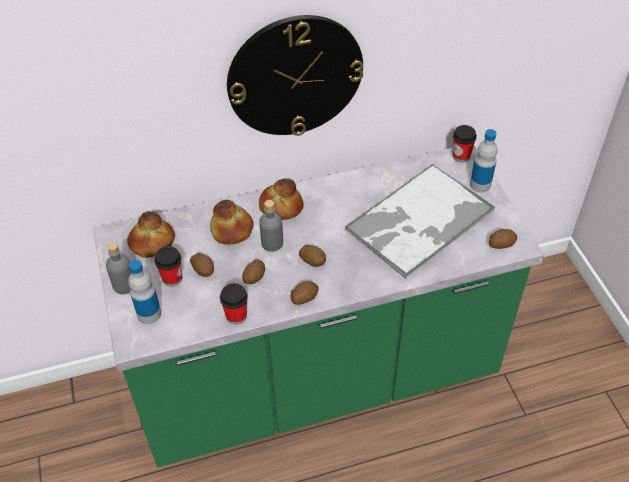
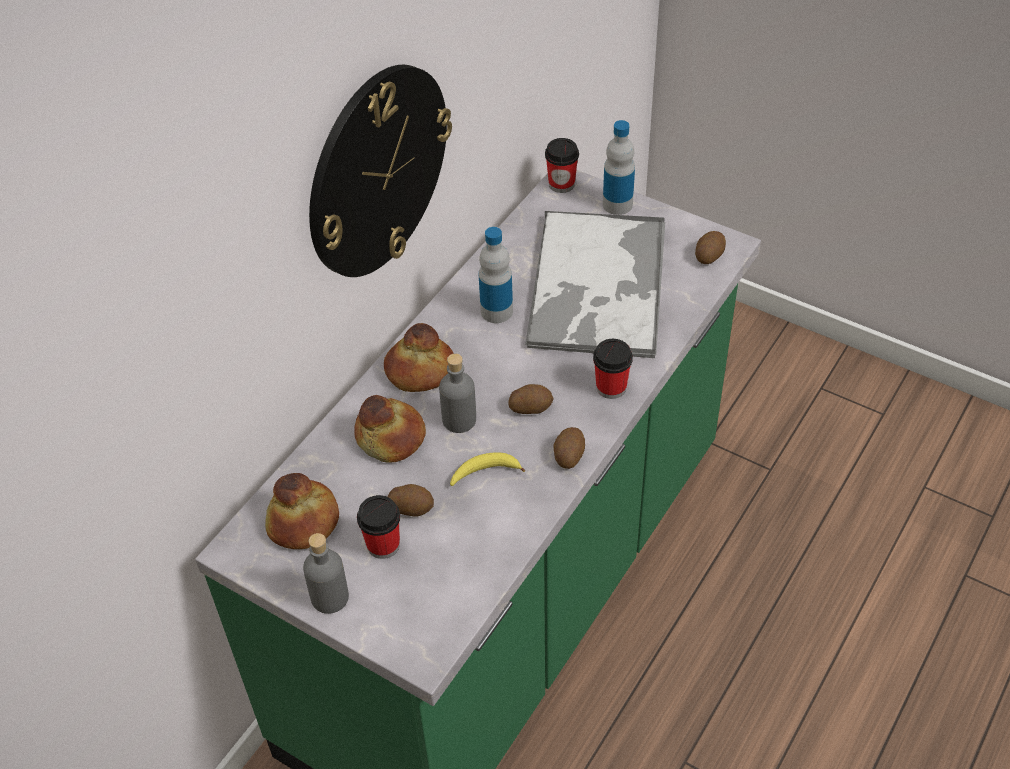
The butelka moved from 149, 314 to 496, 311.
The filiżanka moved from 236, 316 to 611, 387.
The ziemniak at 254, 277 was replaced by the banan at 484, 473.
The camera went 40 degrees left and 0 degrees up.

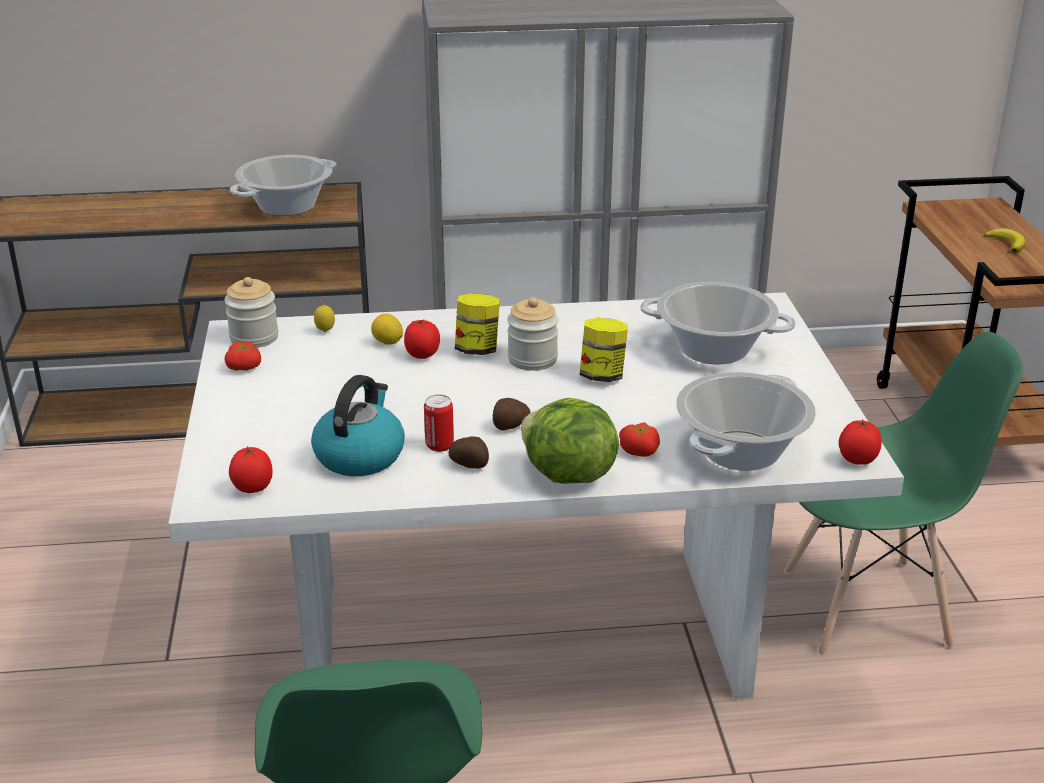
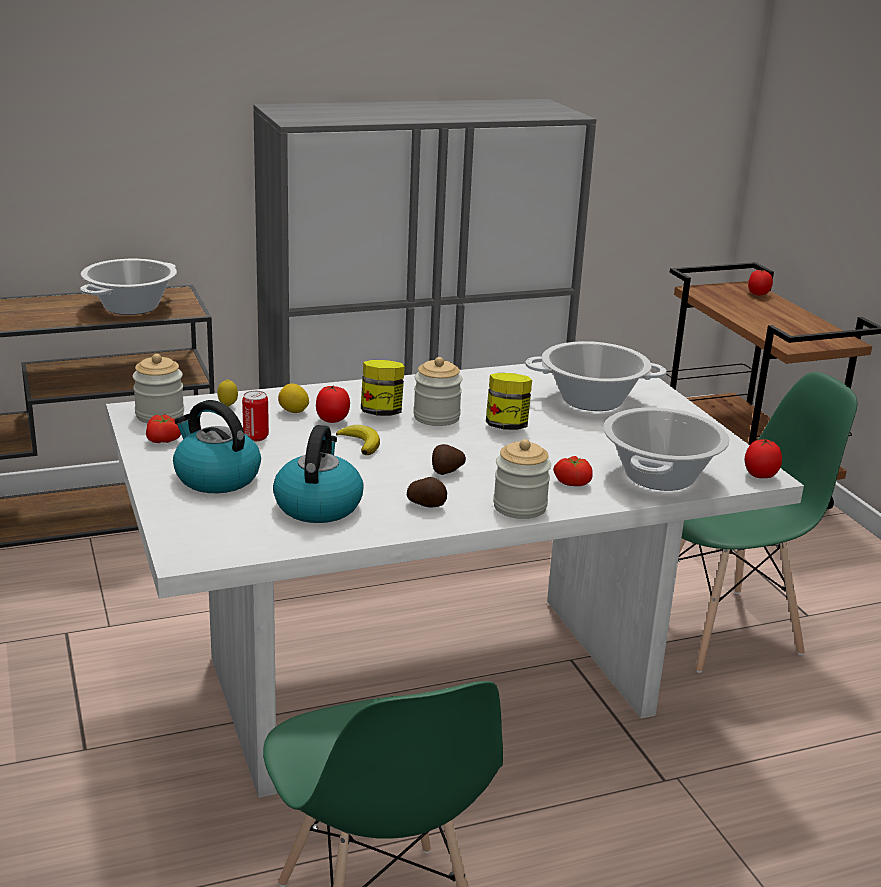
The czajnik at 216, 477 appeared.
The pomidor moved from 252, 489 to 758, 294.
The puszka moved from 439, 445 to 256, 437.
The banan moved from 1007, 243 to 361, 443.
The sałata at 567, 476 was replaced by the słoik at 520, 507.
The camera went 15 degrees left and 5 degrees down.

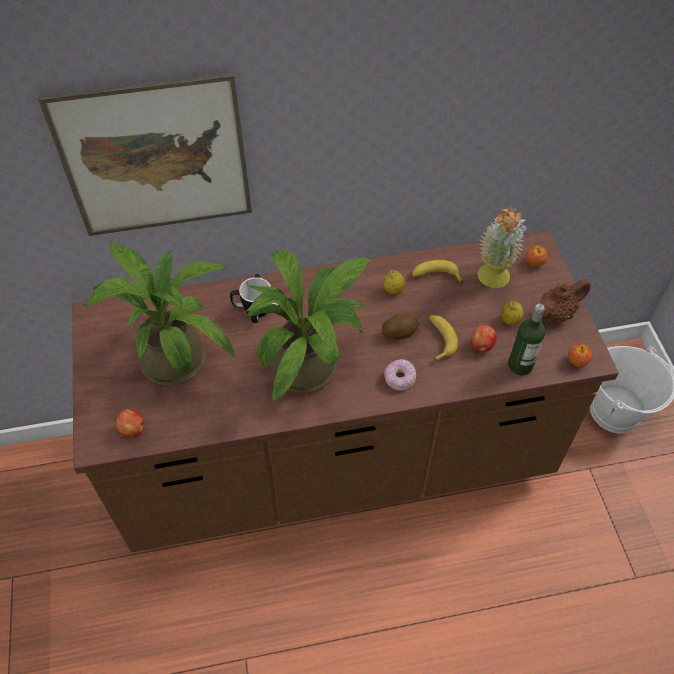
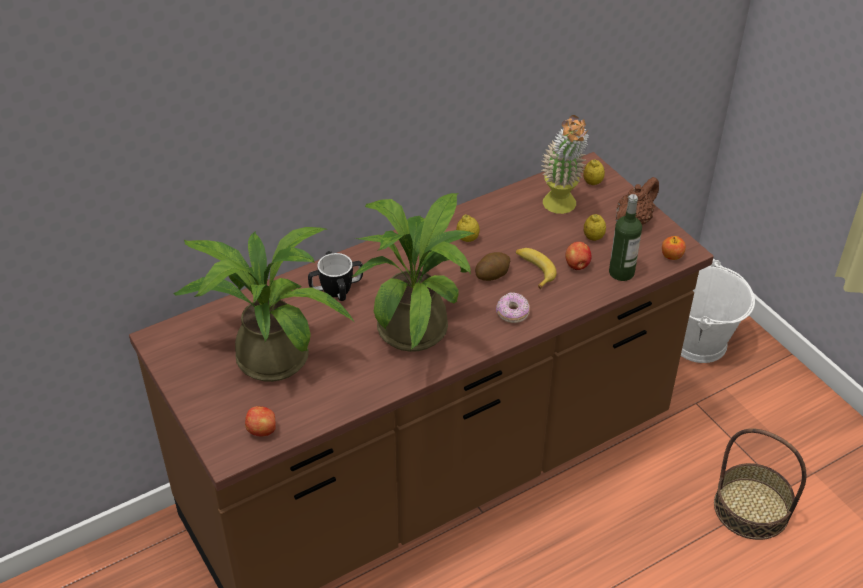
The obraz at 155, 158 disappeared.
The banan at 435, 276 disappeared.
The koszyk at 751, 508 appeared.
The jabłko at 534, 263 was replaced by the cytryna at 592, 182.
The camera went 20 degrees left and 10 degrees down.

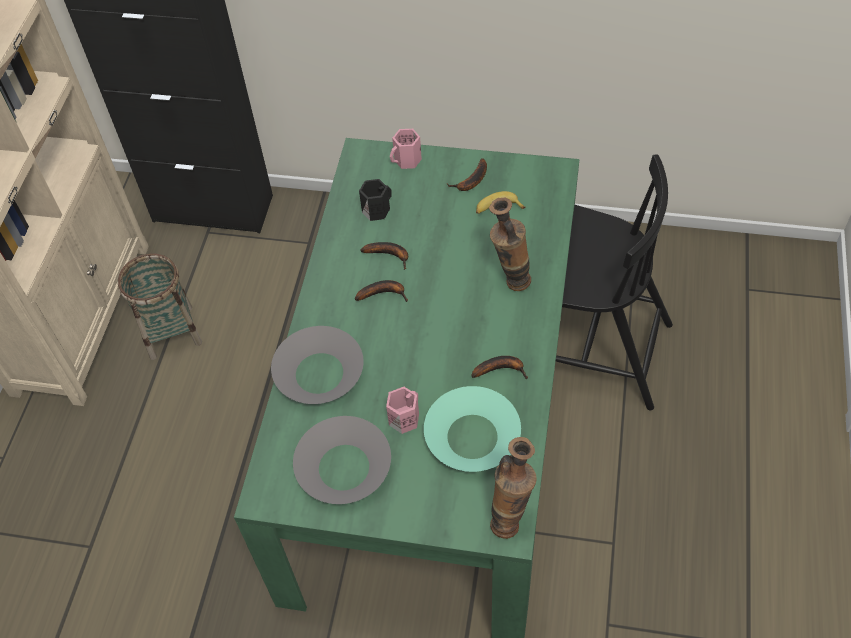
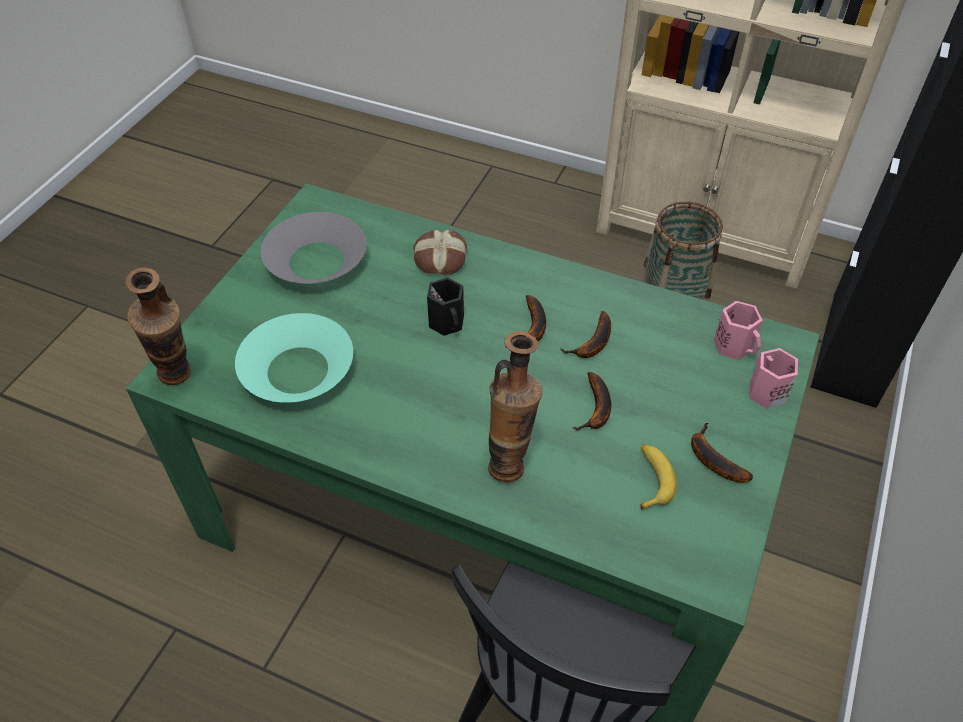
The kubek [czarny] moved from 376, 209 to 448, 322.
The kubek [różowy] moved from 404, 418 to 734, 345.
The banan moved from 501, 369 to 596, 409.
The miska [szary] at 319, 373 was replaced by the chleb at 439, 258.
The camera went 100 degrees right and 5 degrees down.

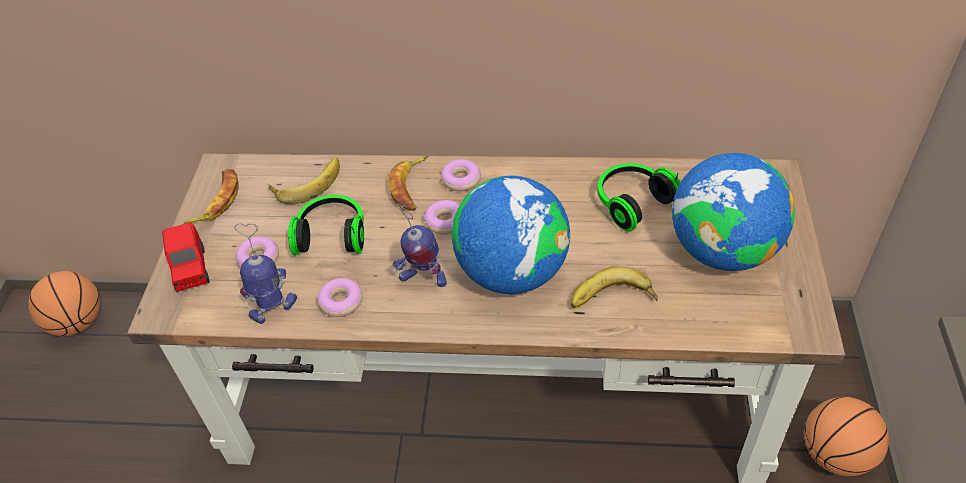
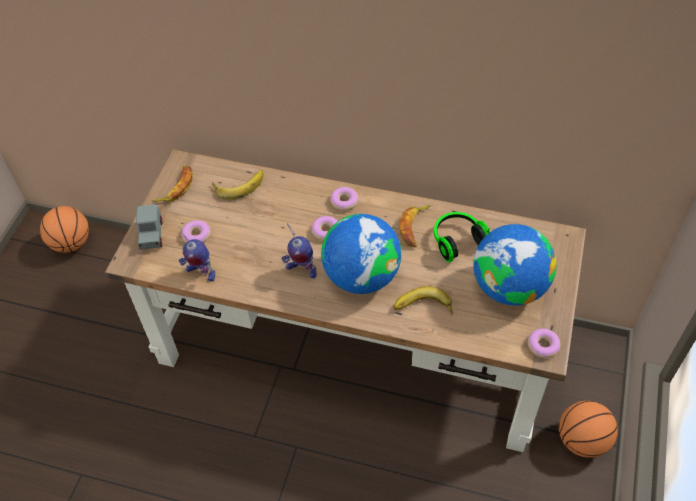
The słuchawki at 332, 235 disappeared.
The donut moved from 341, 302 to 543, 346.
The banan moved from 411, 187 to 414, 228.
The samochodzik [czerwony] at 191, 269 became the samochodzik [szary] at 151, 235.
The robot zabawkowy at 274, 308 turned 135 degrees counterclockwise.
The camera went 10 degrees right and 5 degrees up.

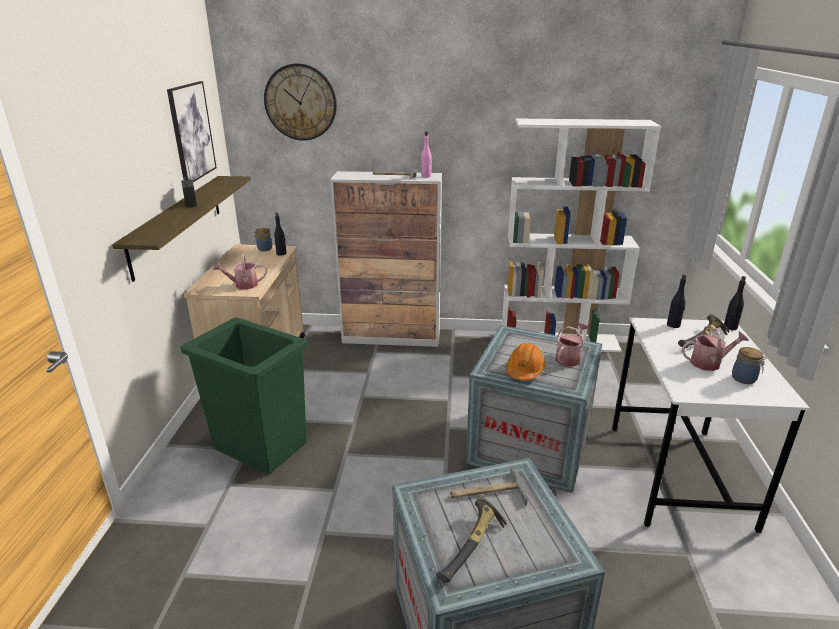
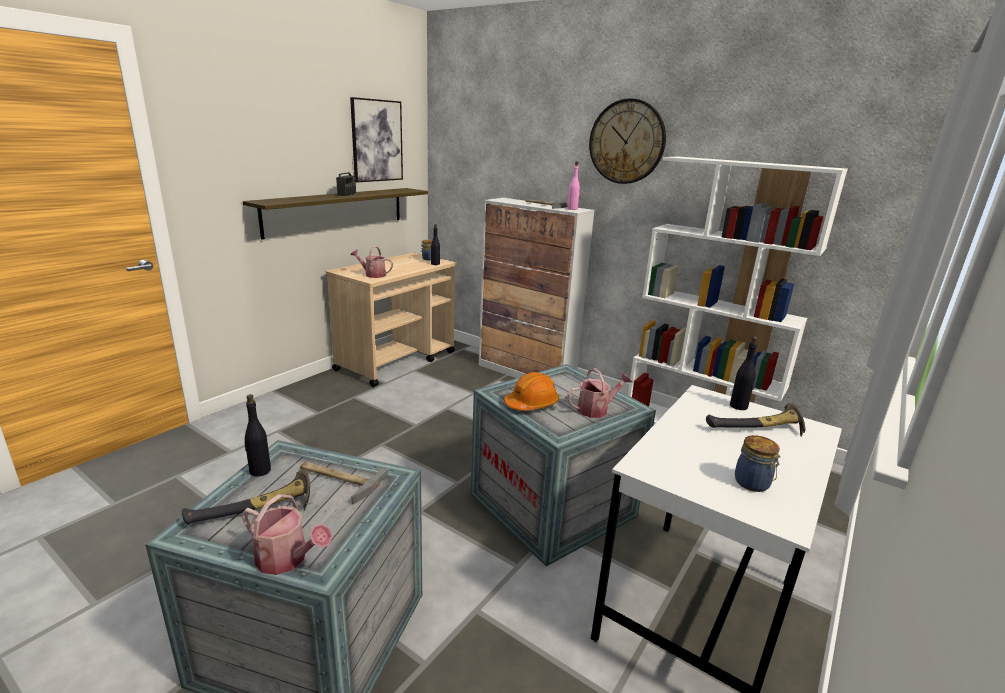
The kosz na śmieci [zielony] at 260, 445 disappeared.
The zegar ścienny moved from 300, 102 to 627, 142.
The konewka moved from 709, 363 to 287, 559.
The butelka [czarny] moved from 730, 327 to 260, 471.
The camera went 30 degrees right and 5 degrees down.

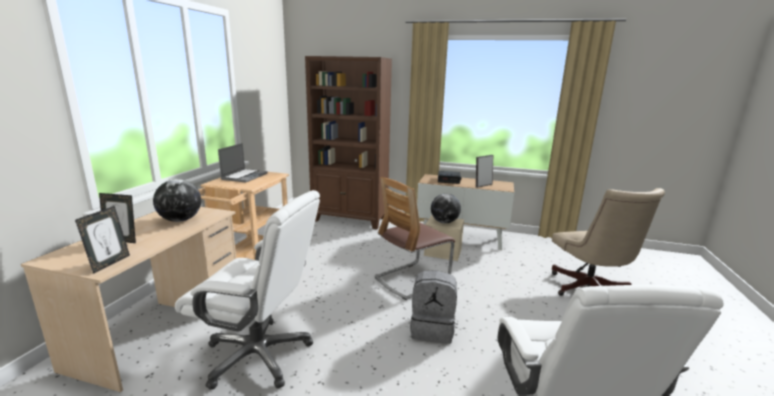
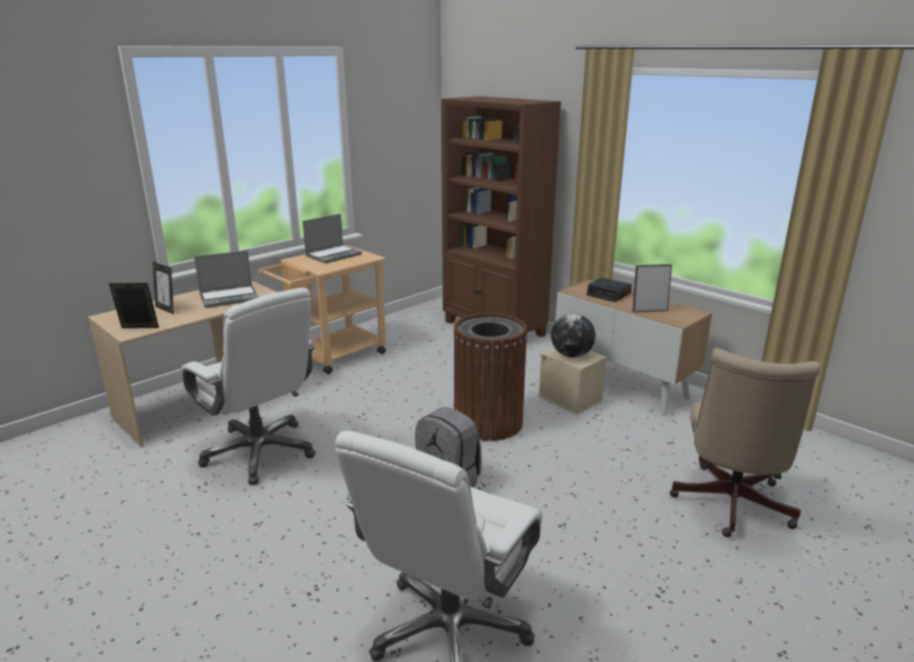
The globus at 180, 220 was replaced by the laptop at 230, 297.
The krzesło at 412, 280 was replaced by the kosz na śmieci [brązowy] at 488, 422.
The ramka na zdjęcie at 109, 263 turned 135 degrees counterclockwise.
The camera went 30 degrees right and 5 degrees up.

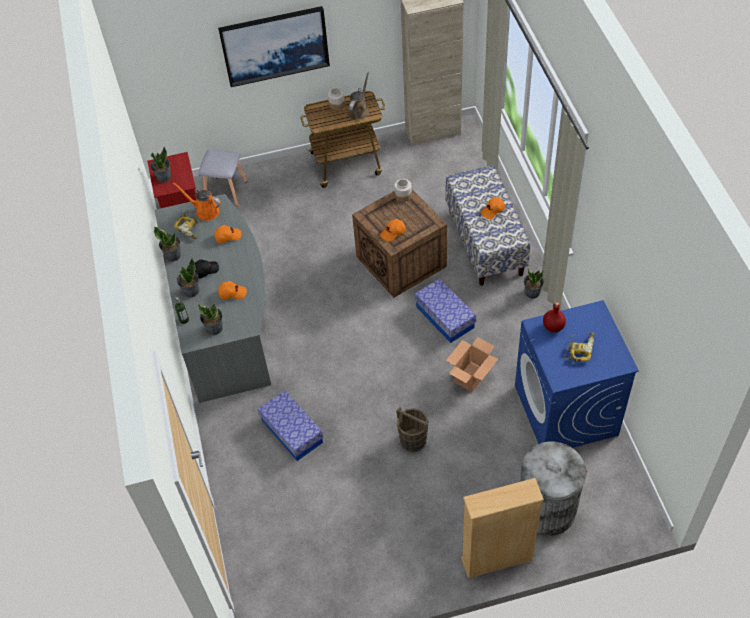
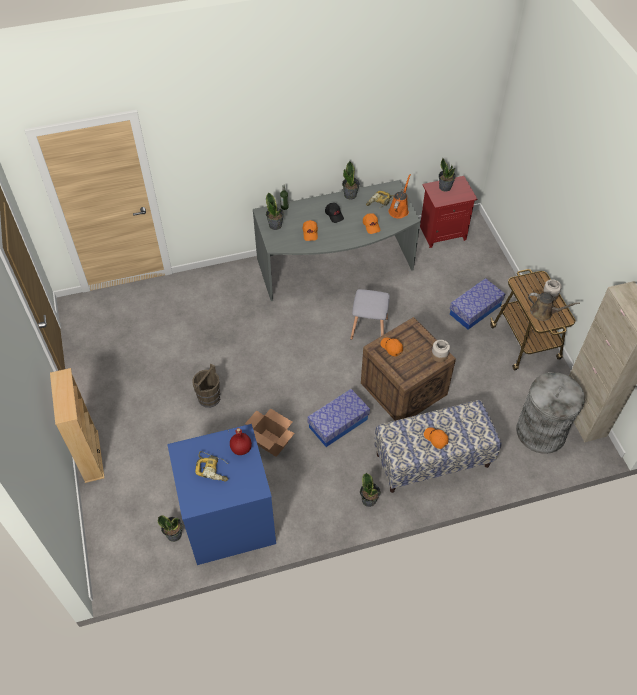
The obraz at 275, 45 disappeared.
The roślina doniczkowa moved from 191, 291 to 174, 534.
The stołek [szary] moved from 226, 192 to 368, 329.
The pojemnik do przechowywania moved from 292, 431 to 475, 310.
The kosz na śmieci [szary] moved from 546, 508 to 541, 432.
The camera went 85 degrees right and 0 degrees up.

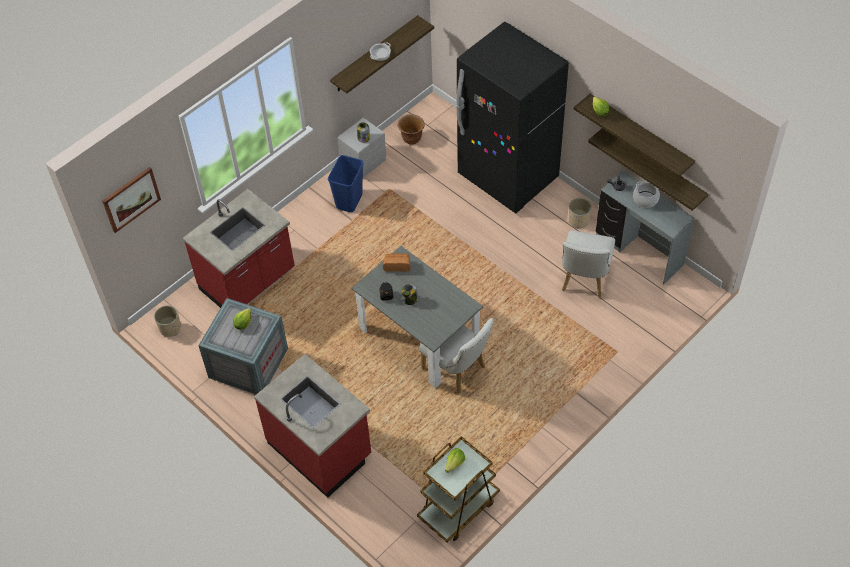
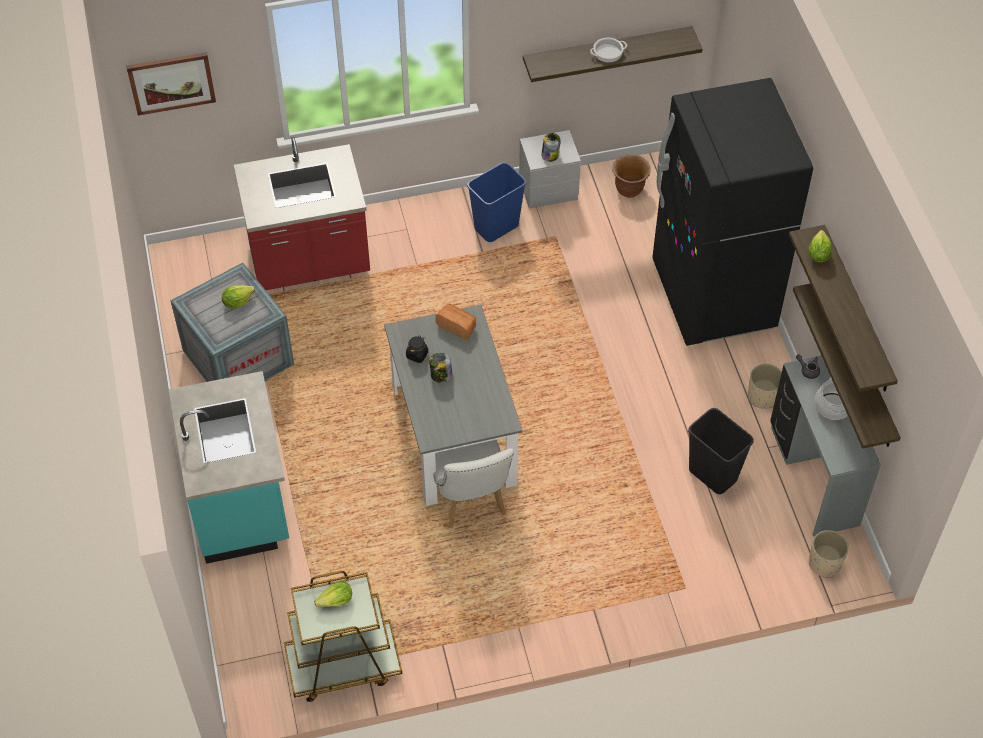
The donica [beżowy] moved from 170, 328 to 824, 563.
The krzesło [biały] at 584, 280 was replaced by the kosz na śmieci [czarny] at 712, 475.
The zabudowa kuchenna [czerwony] at 320, 449 became the zabudowa kuchenna [turkusowy] at 241, 502.
The camera went 30 degrees right and 0 degrees up.

